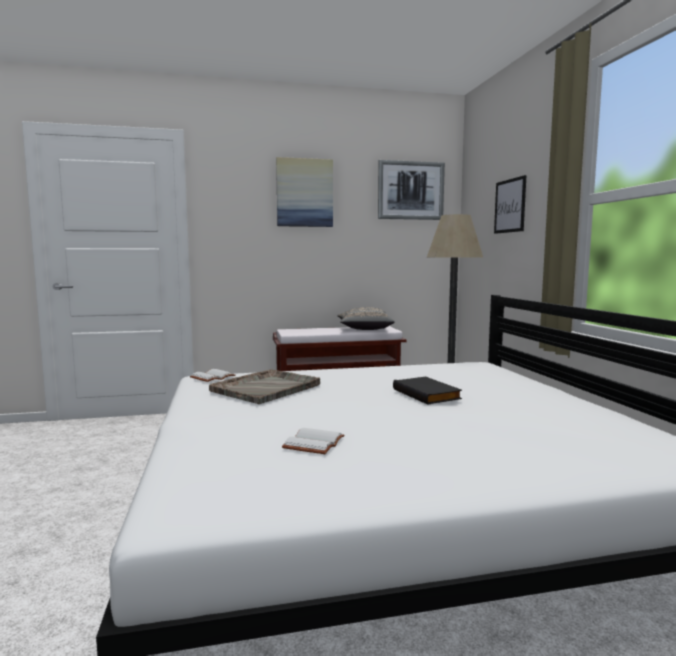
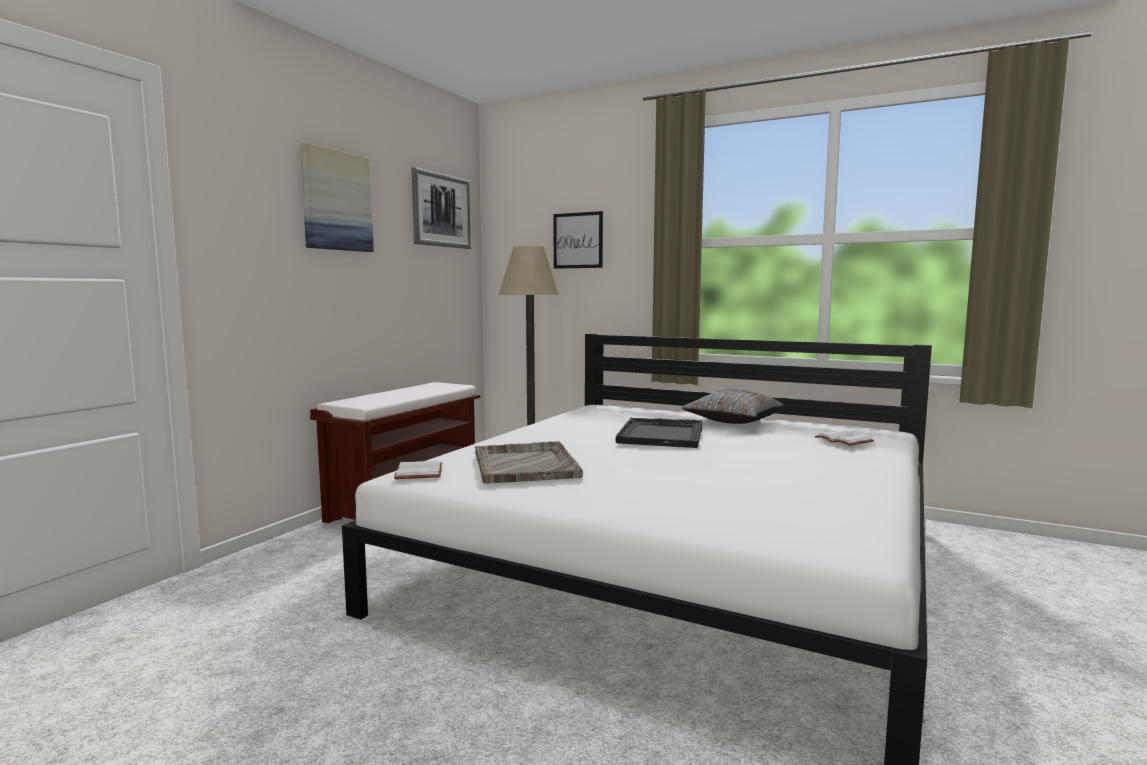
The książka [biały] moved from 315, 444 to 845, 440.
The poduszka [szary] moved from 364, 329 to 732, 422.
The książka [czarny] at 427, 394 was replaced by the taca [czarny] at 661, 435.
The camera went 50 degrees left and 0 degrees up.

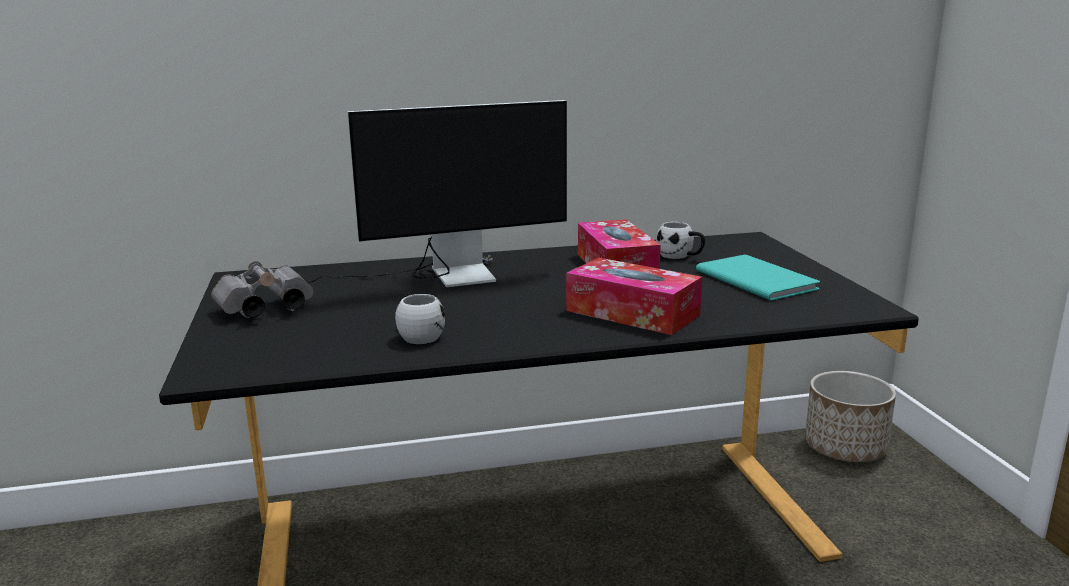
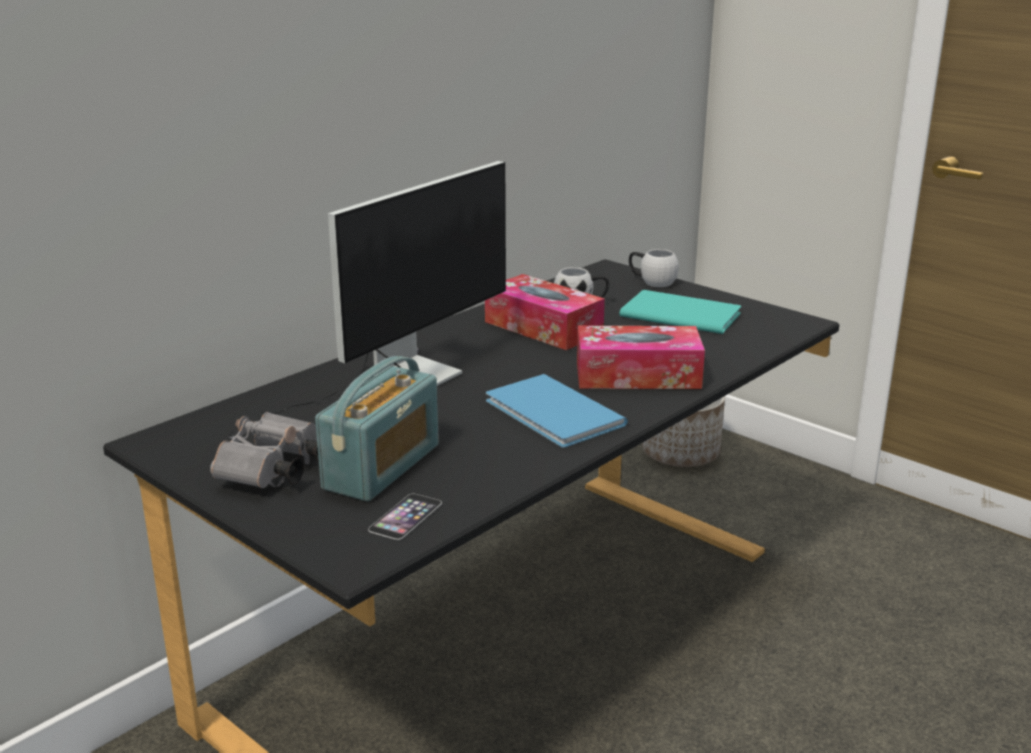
The radio at 382, 467 appeared.
The telefon at 405, 516 appeared.
The książka [niebieski] at 553, 415 appeared.
The kubek [biały] moved from 418, 334 to 651, 281.
The camera went 35 degrees left and 5 degrees up.

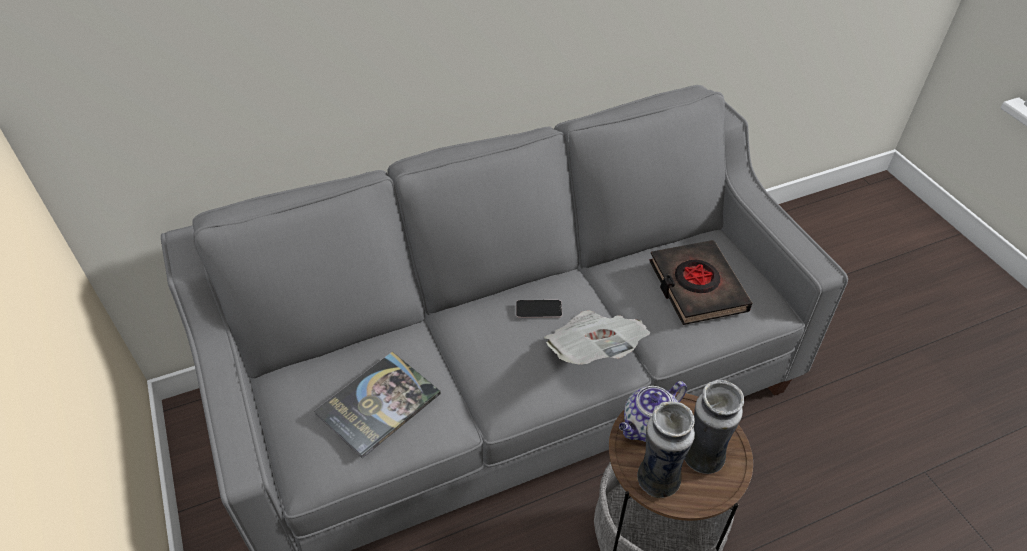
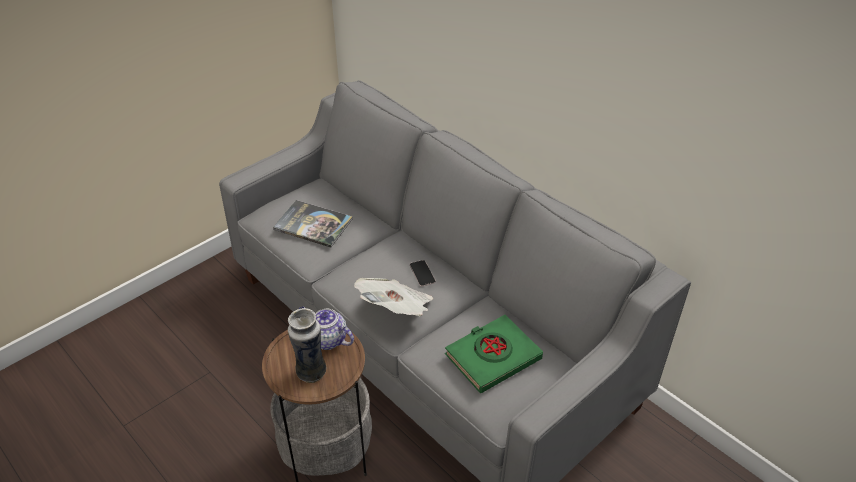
The wazon at 657, 480 disappeared.
The książka [czarny] at 696, 286 became the książka [zielony] at 492, 357.
The camera went 70 degrees right and 5 degrees down.

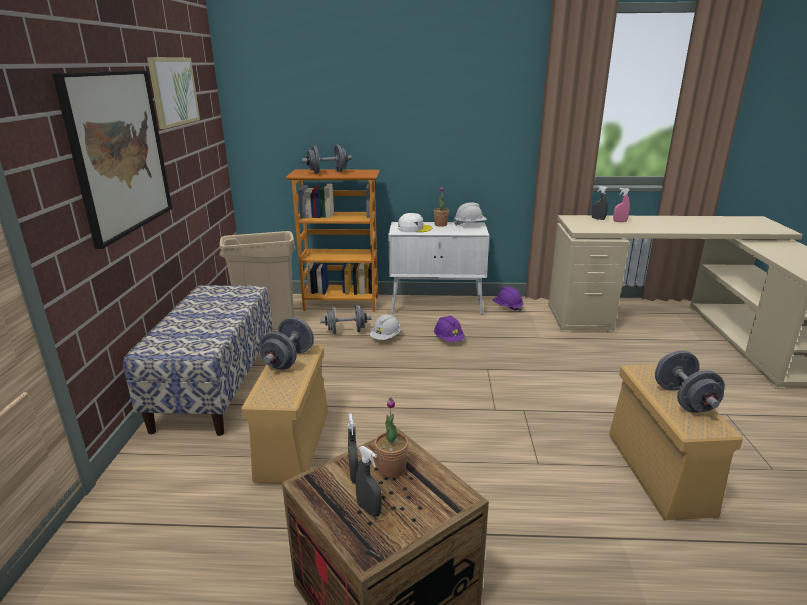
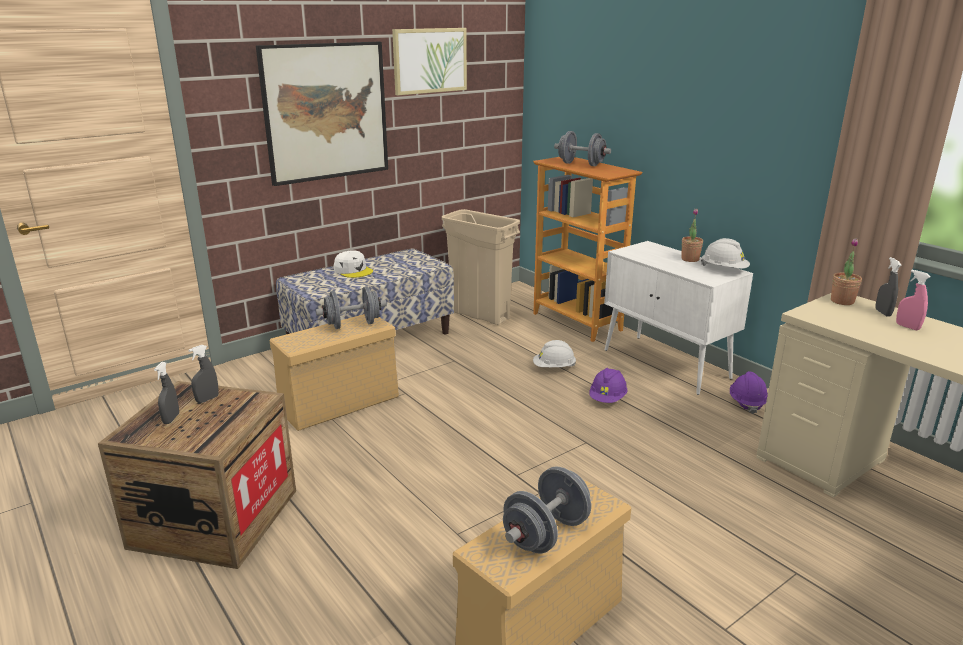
The hantel [szary] at 346, 331 disappeared.
The roślina doniczkowa moved from 391, 469 to 842, 301.
The czapka z daszkiem [biały] moved from 414, 228 to 353, 270.
The camera went 50 degrees right and 0 degrees up.

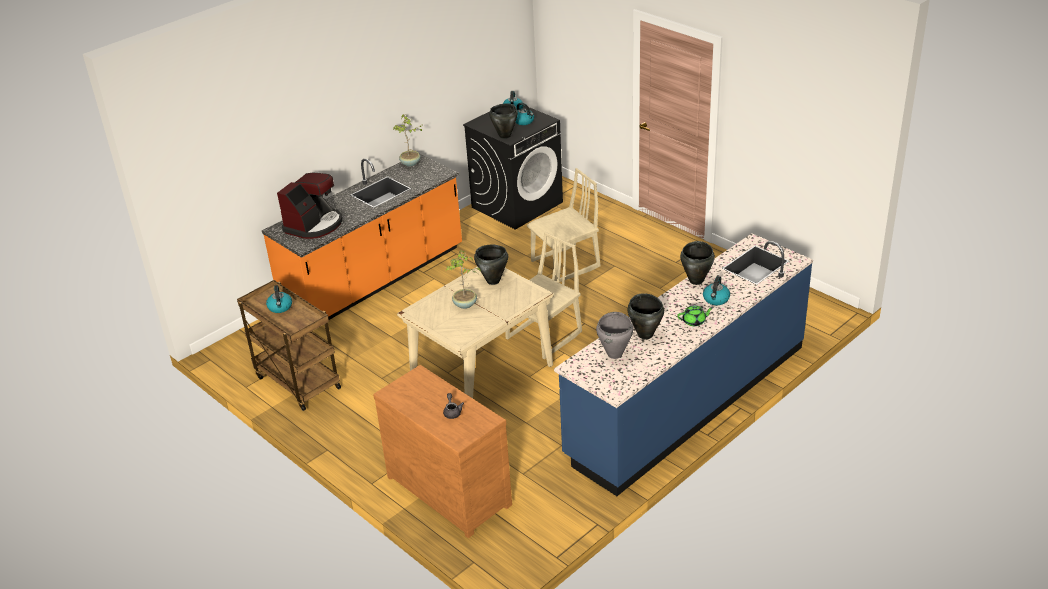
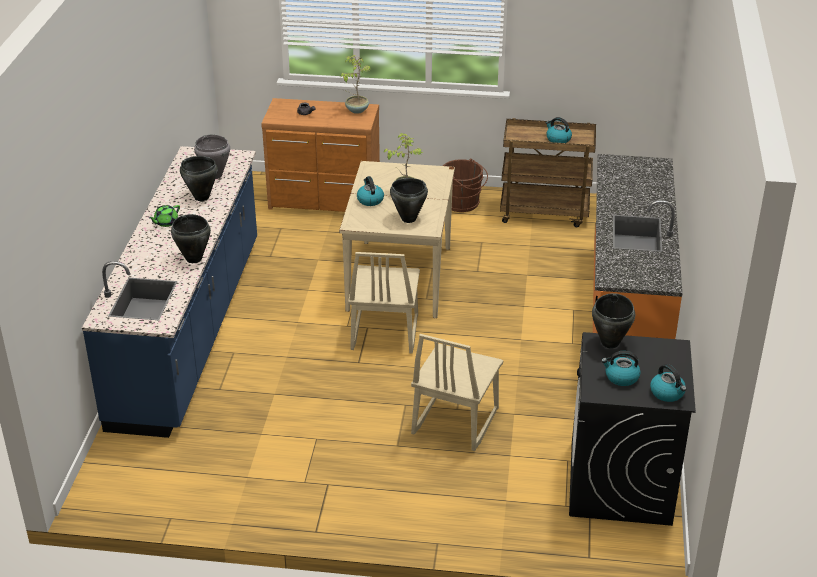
The ekspres do kawy at 314, 225 disappeared.
The wiadro [brązowy] at 463, 203 appeared.
The roślina doniczkowa moved from 410, 163 to 356, 110.
The czajnik moved from 716, 299 to 370, 200.
The camera went 140 degrees right and 0 degrees up.

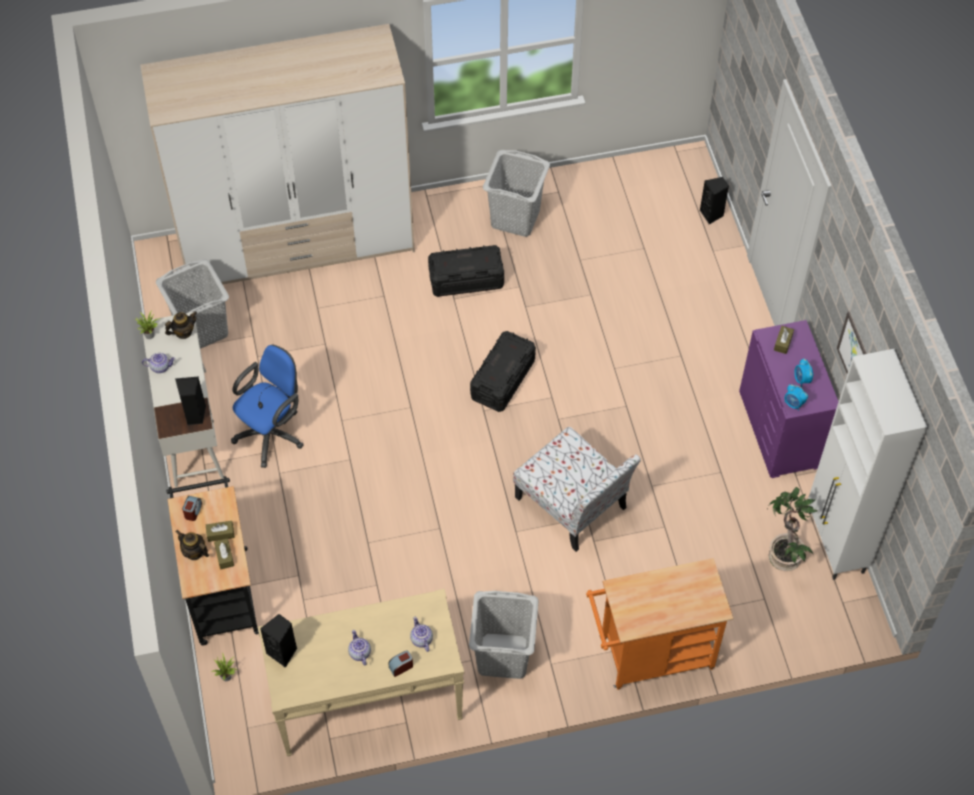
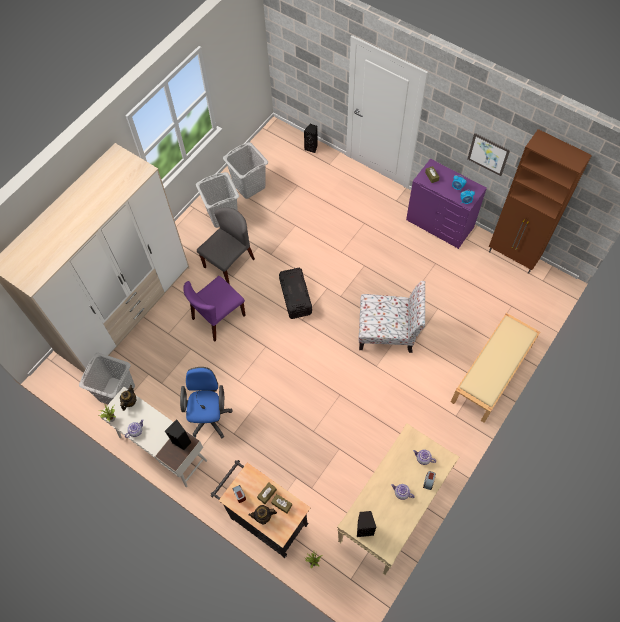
The roślina doniczkowa at 783, 556 disappeared.
The krzesło [fioletowy] at 218, 317 appeared.
The kosz na pranie [szary] moved from 503, 655 to 249, 185.
The pojemnik do przechowywania [czarny] at 466, 279 was replaced by the krzesło [szary] at 229, 262.
The wózek [pomarańczowy] at 649, 655 was replaced by the ławka [beżowy] at 492, 374.
The szafka [biały] at 835, 543 became the szafka [brązowy] at 513, 256.
The camera went 40 degrees left and 5 degrees up.

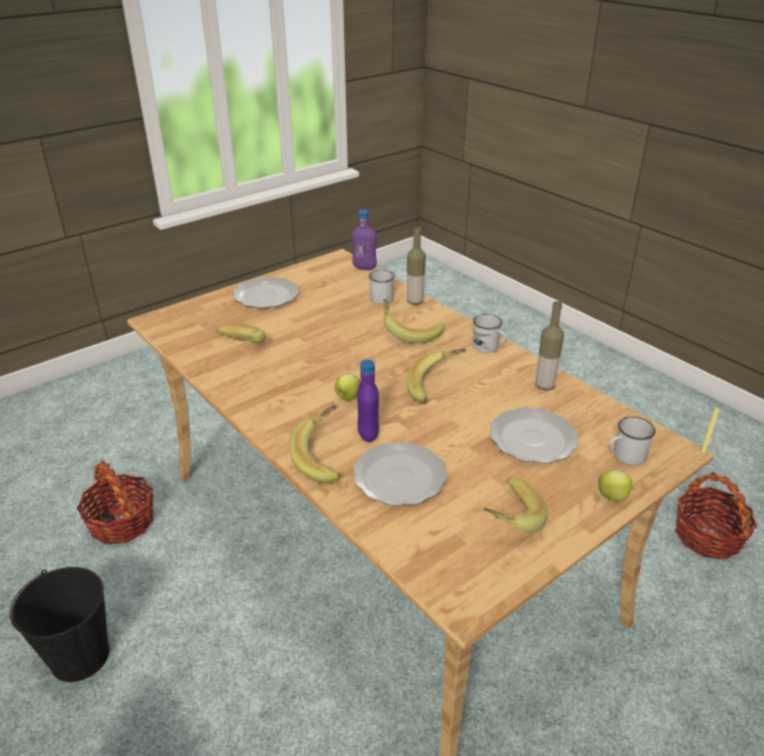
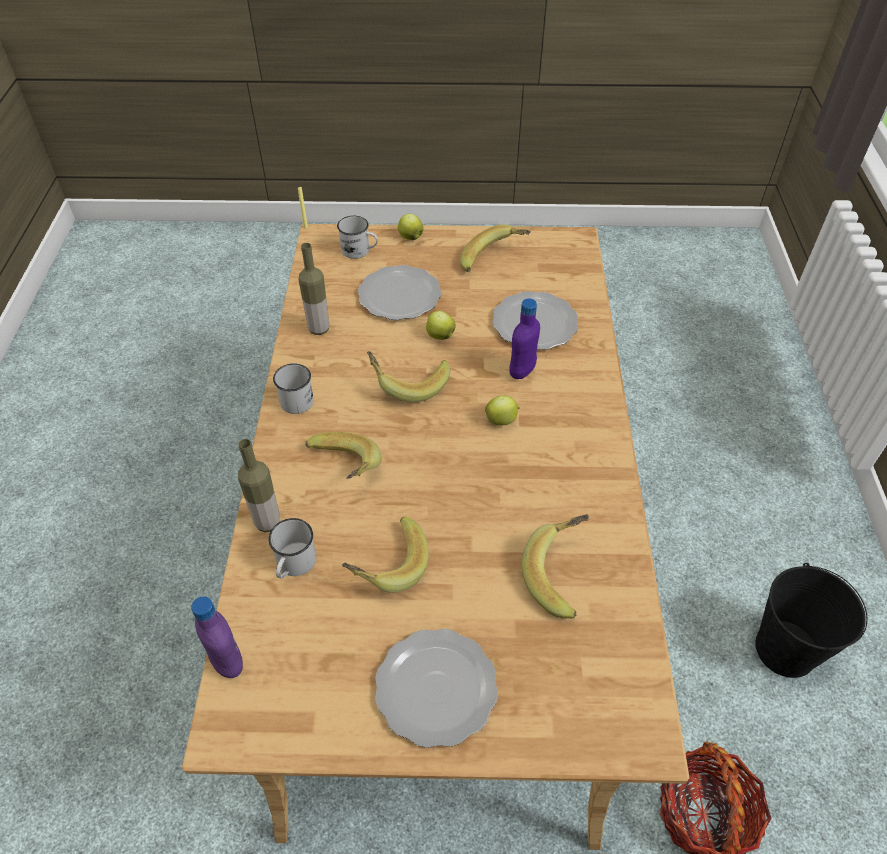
The koszyk at 707, 536 disappeared.
The jabłko at 439, 335 appeared.
The banan moved from 325, 458 to 386, 565.
The camera went 140 degrees left and 15 degrees up.

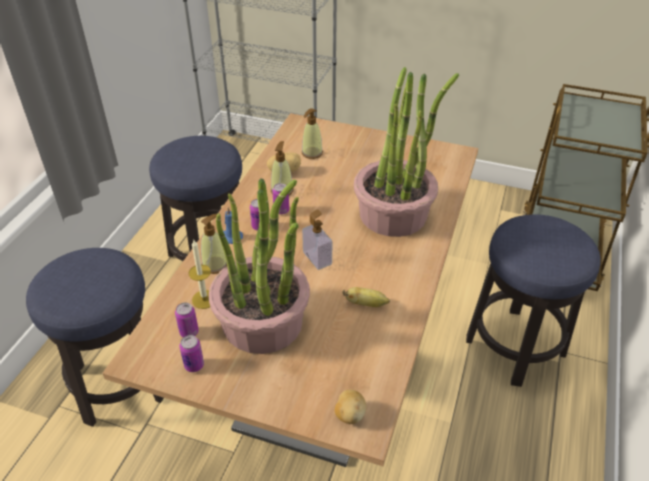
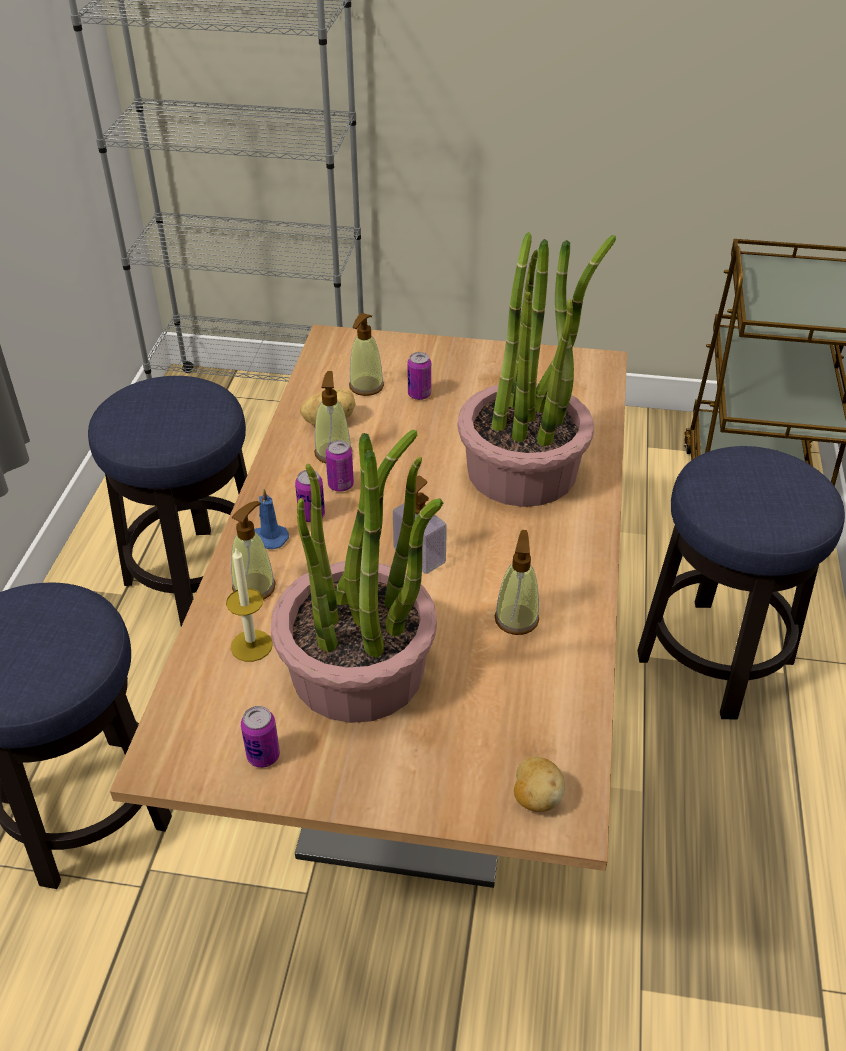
The puszka moved from 189, 332 to 419, 394.
The banan at 366, 304 was replaced by the dozownik mydła at 516, 619.
The camera went 10 degrees left and 0 degrees up.

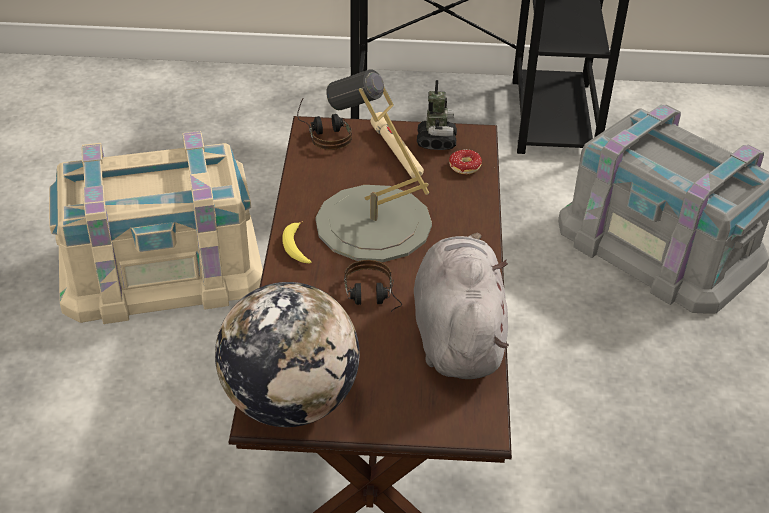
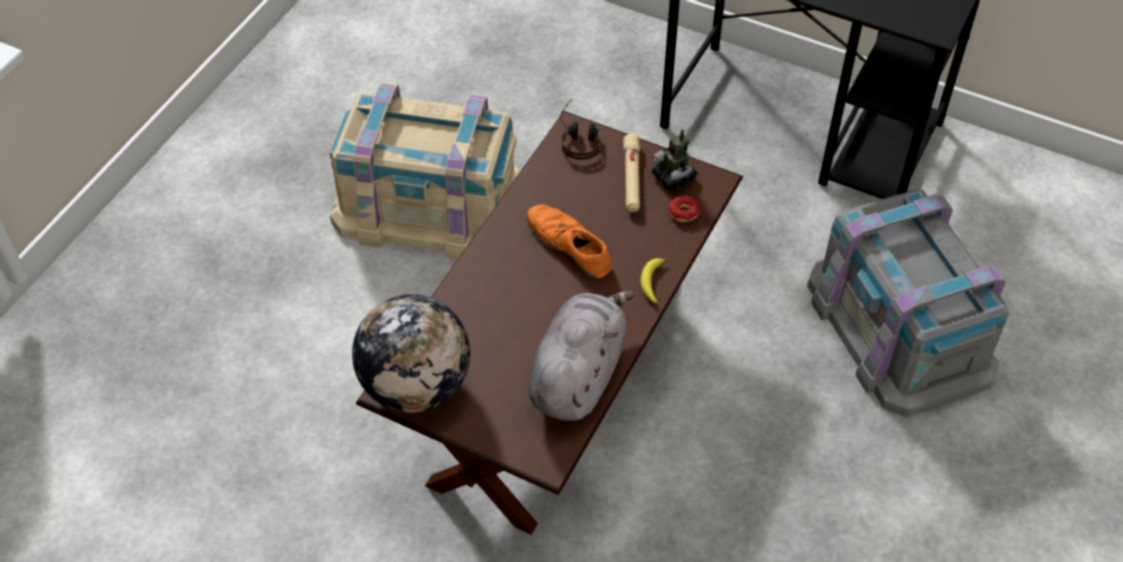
The słuchawki at 372, 300 disappeared.
The banan moved from 296, 248 to 652, 282.
The lampa stołowa [szary] at 373, 223 was replaced by the but [pomarańczowy] at 569, 245.
The robot zabawkowy at 436, 141 turned 120 degrees clockwise.
The camera went 25 degrees right and 10 degrees up.

